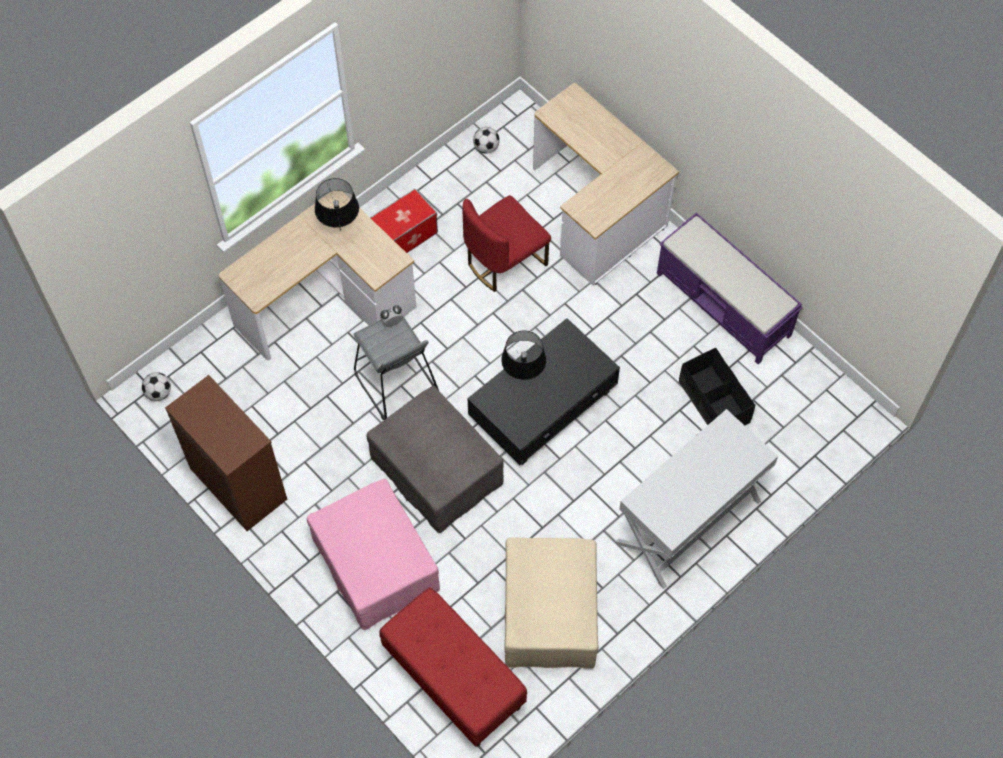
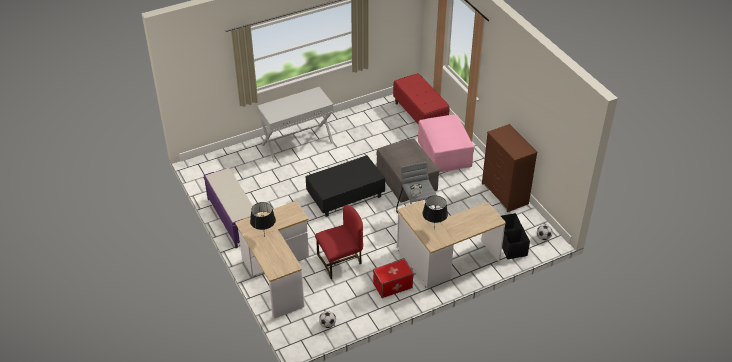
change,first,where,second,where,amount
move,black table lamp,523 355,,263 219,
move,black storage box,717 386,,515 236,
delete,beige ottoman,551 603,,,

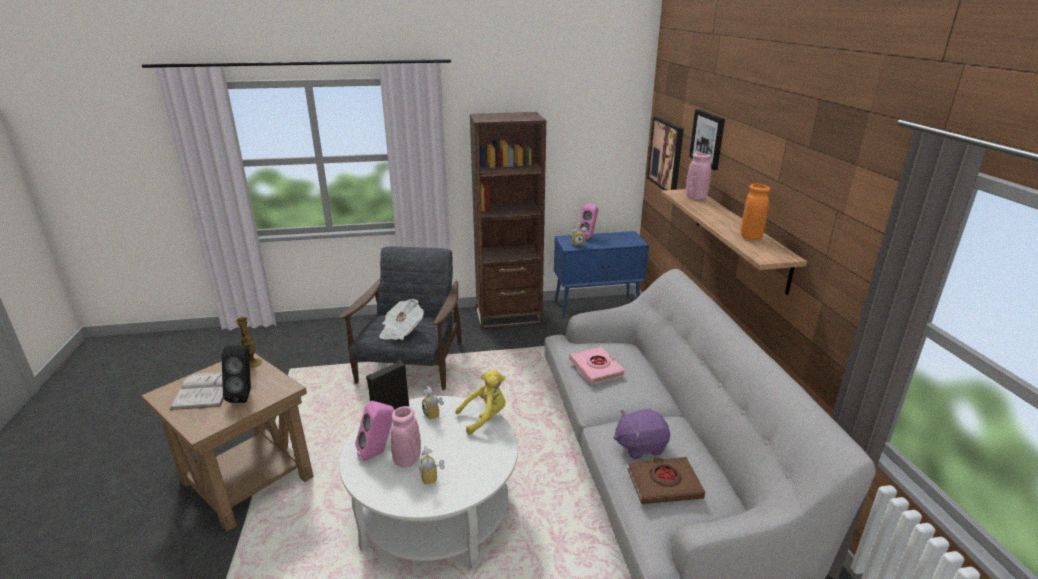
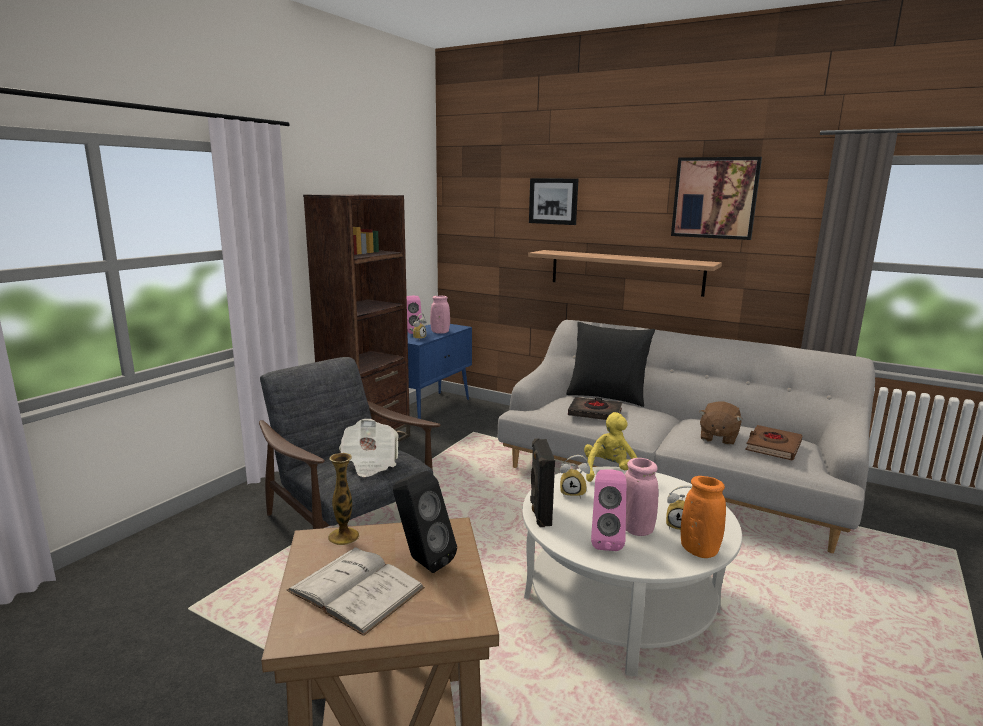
change,first,where,second,where,amount
move,pink vase,698 176,,440 315,
insert,,,black pillow,610 364,
recolor,pink book,597 366,black book,595 408,
move,picture,665 153,,716 198,
move,orange vase,755 212,,703 517,
recolor,purple plush toy,642 434,brown plush toy,720 423,

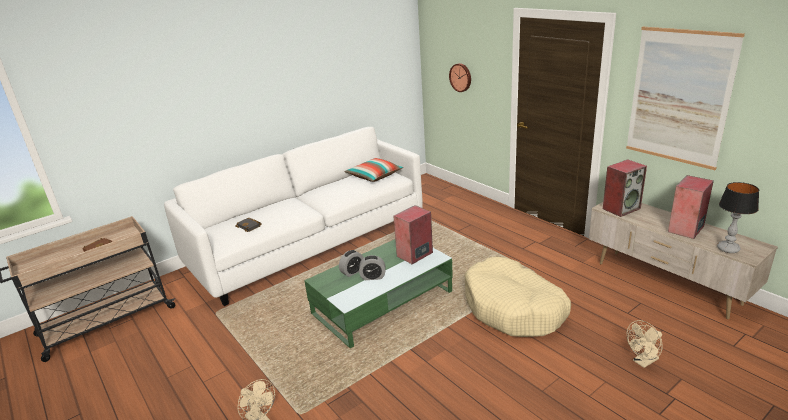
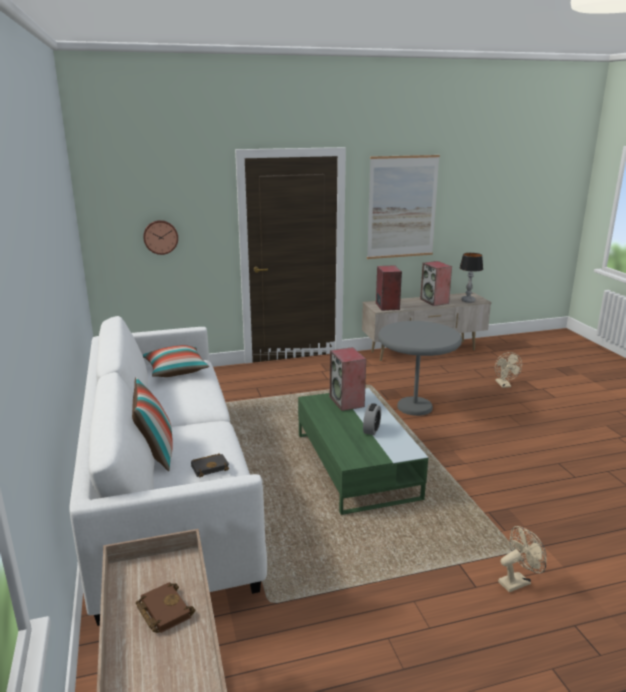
change,first,where,second,where,amount
insert,,,pillow,152 424,
replace,beige dog bed,517 297,grey side table,420 368,
delete,alarm clock,351 263,,,

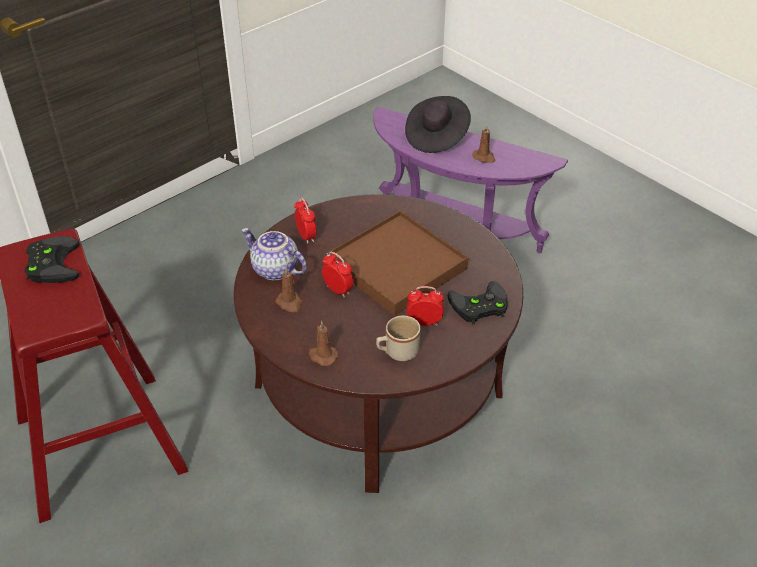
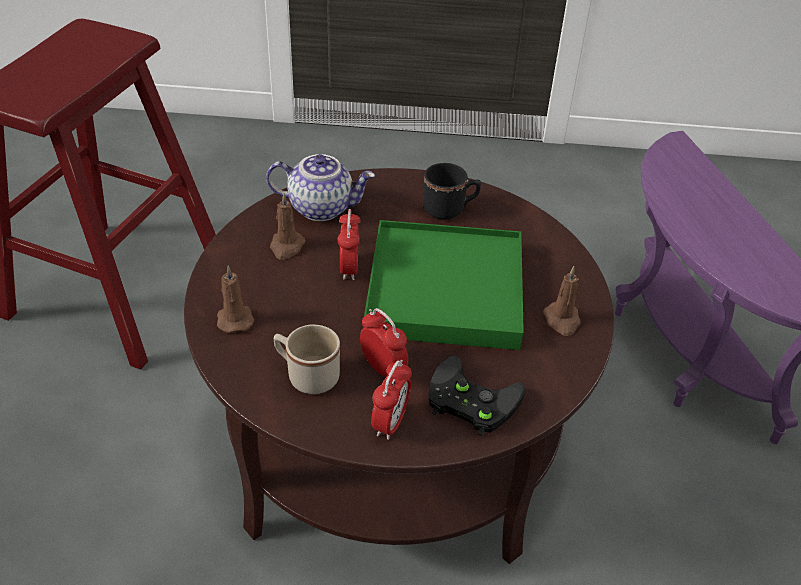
change,first,where,second,where,amount
rotate,teapot,274 254,,320 187,105 degrees clockwise
recolor,brown tray,397 263,green tray,443 285,
move,alarm clock,305 220,,391 400,
insert,,,black mug,452 191,
move,brown candle,484 143,,561 301,
delete,black game controller,52 259,,,
delete,black hat,438 124,,,

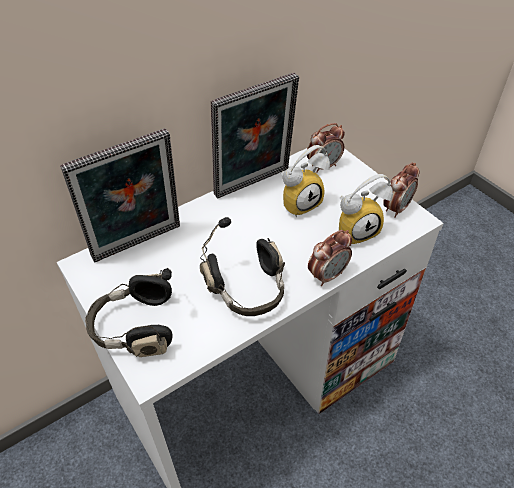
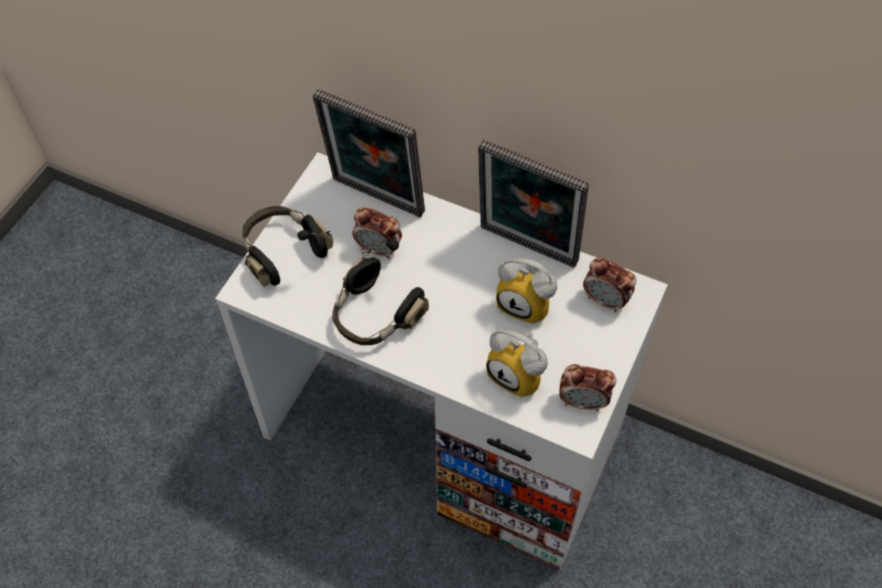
change,first,where,second,where,amount
move,alarm clock,330 258,,377 233,

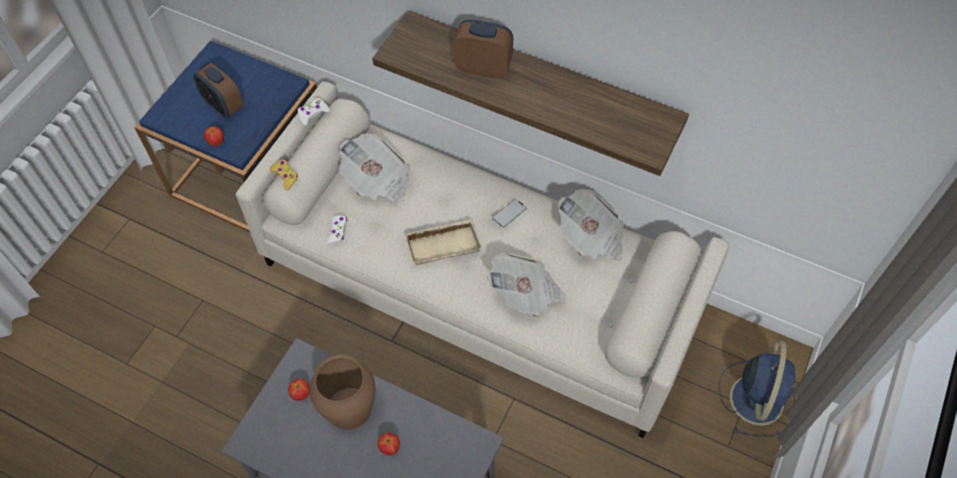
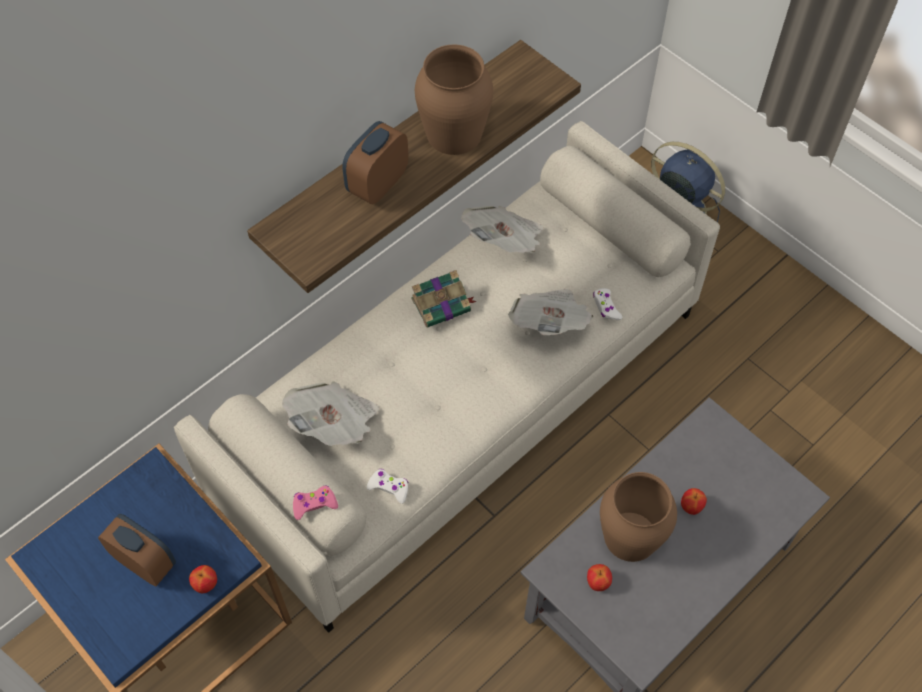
change,first,where,second,where,amount
rotate,alarm clock,218 90,,137 550,120 degrees counterclockwise
recolor,yellow game controller,284 175,pink game controller,315 503,
replace,phone,510 213,book,444 298,
insert,,,brown vase,454 99,
move,white game controller,313 111,,608 304,
delete,beige tray,443 242,,,

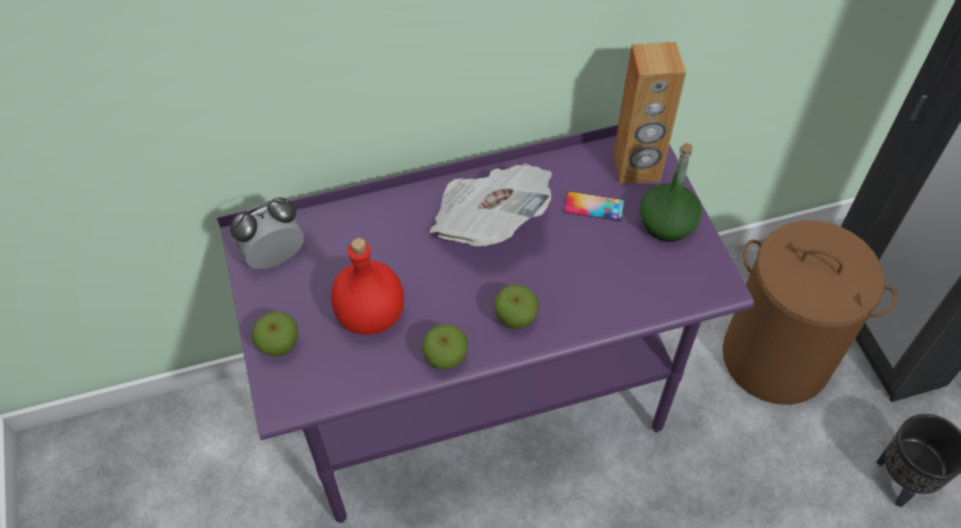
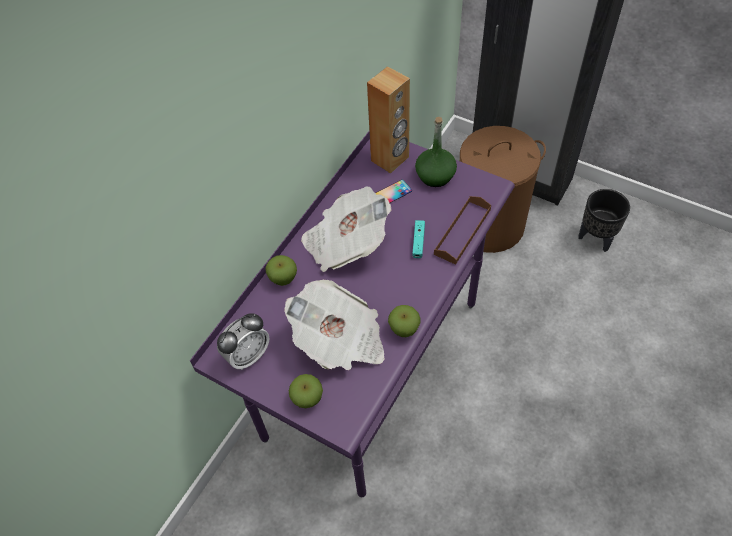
change,first,where,second,where,amount
rotate,alarm clock,267 233,,243 341,150 degrees counterclockwise
move,apple,516 306,,281 270,
replace,red bottle,367 286,newspaper,334 325,
insert,,,turquoise game controller,418 239,
insert,,,brown tray,462 230,

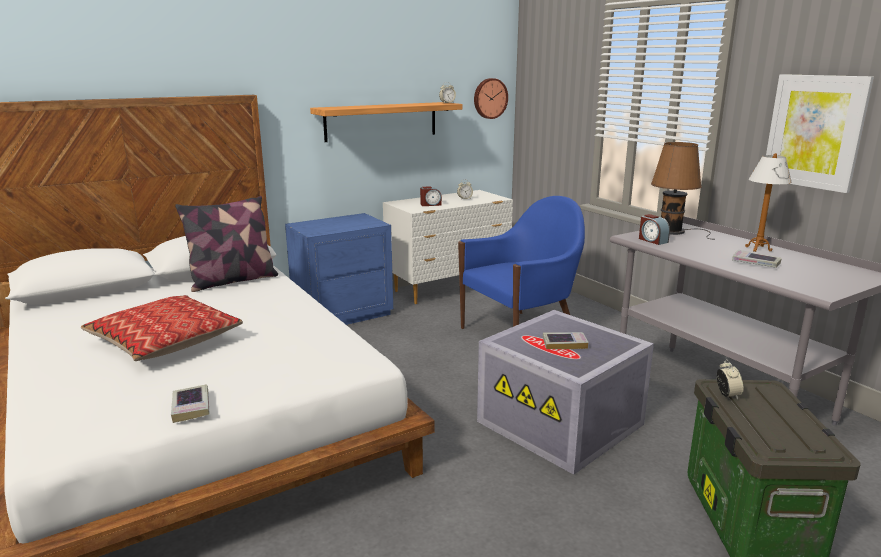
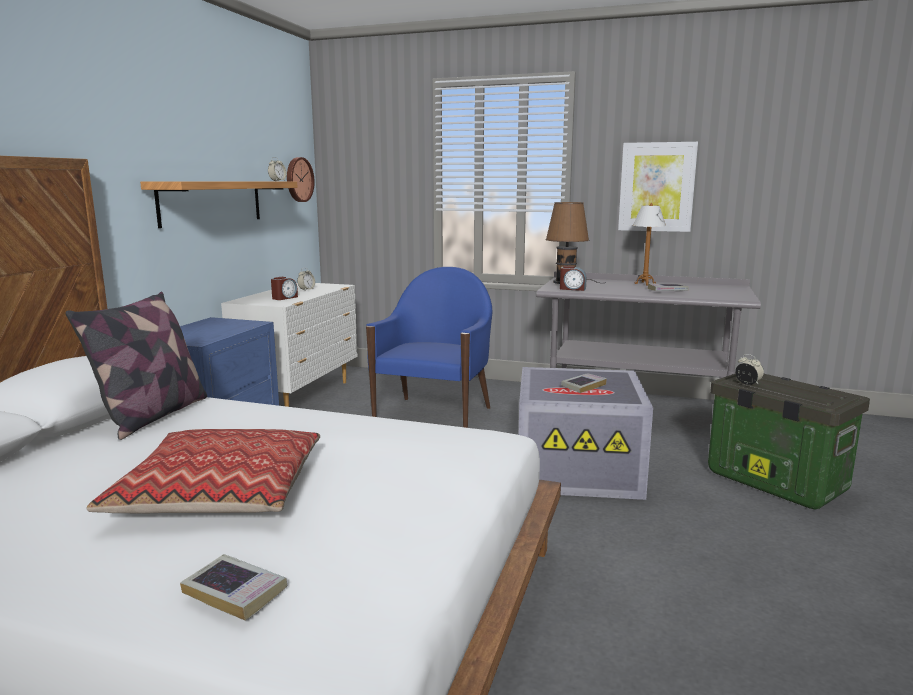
change,first,where,second,where,amount
move,book,190 403,,233 587,

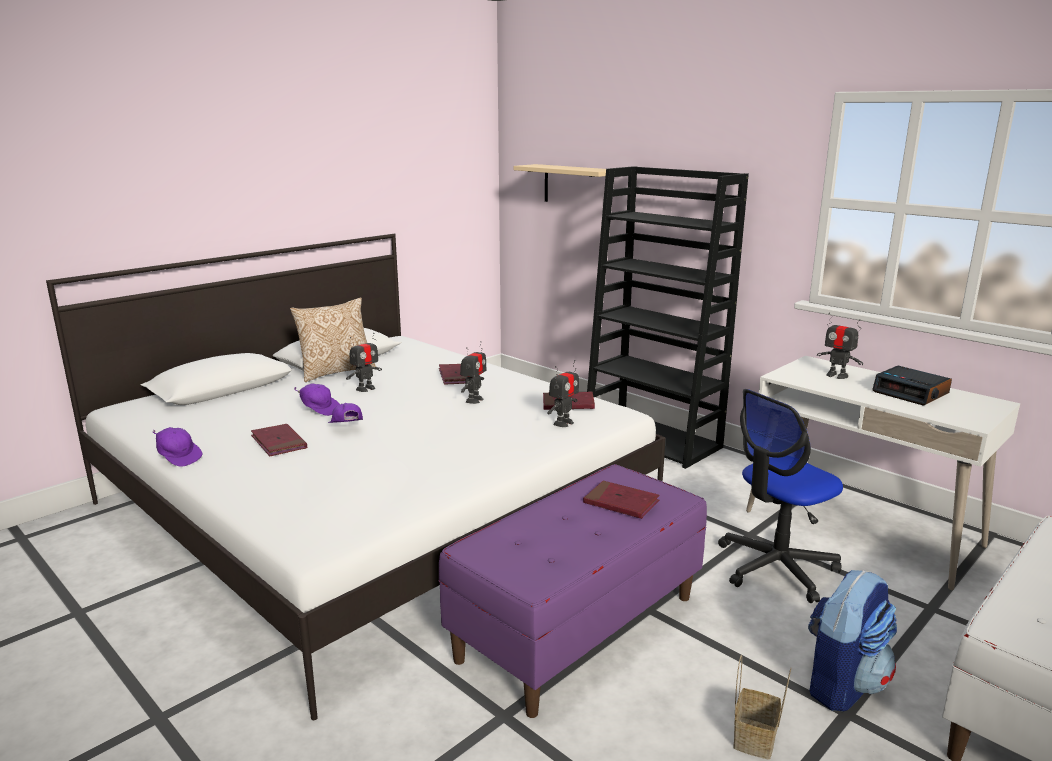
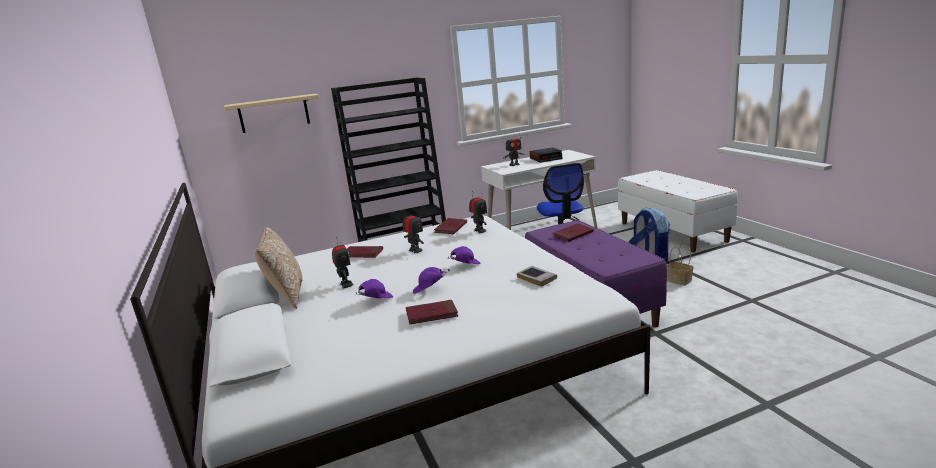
change,first,where,second,where,amount
move,purple cap,177 447,,464 255,
insert,,,book,537 276,

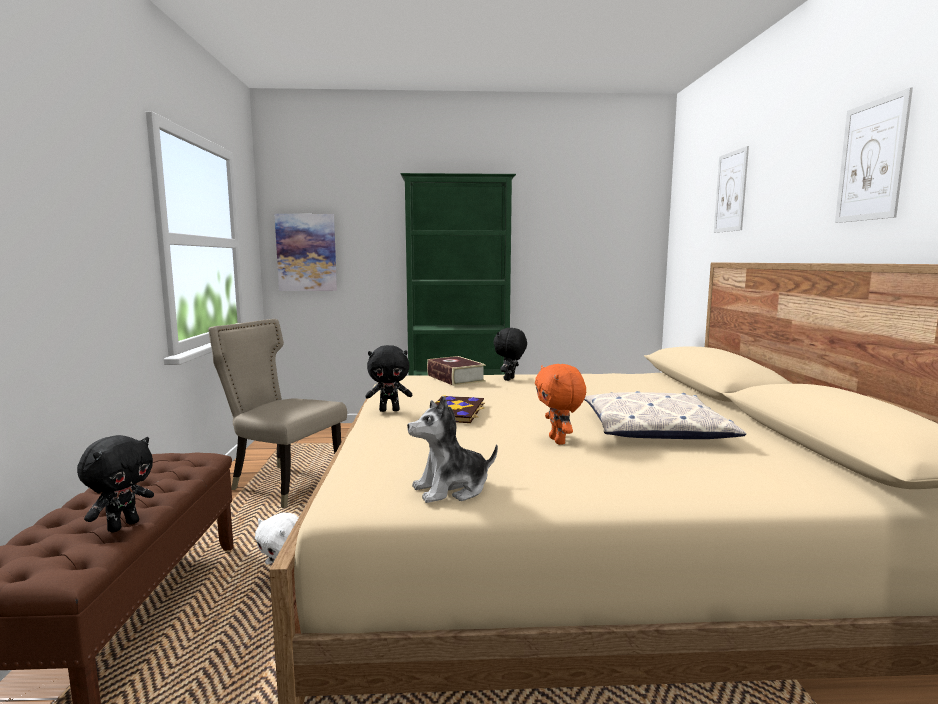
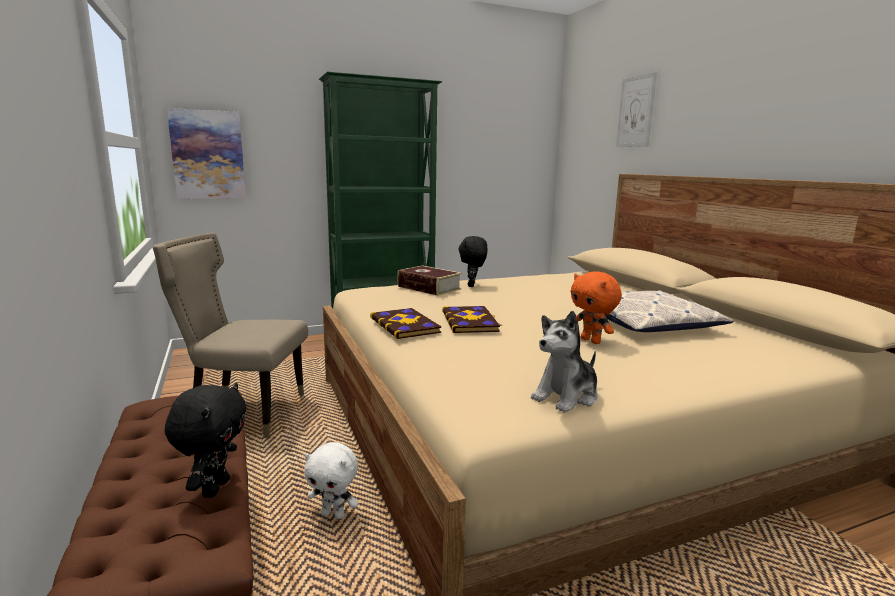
change,first,where,second,where,amount
replace,black plush toy,389 378,book,405 323,
delete,picture,874 155,,,

